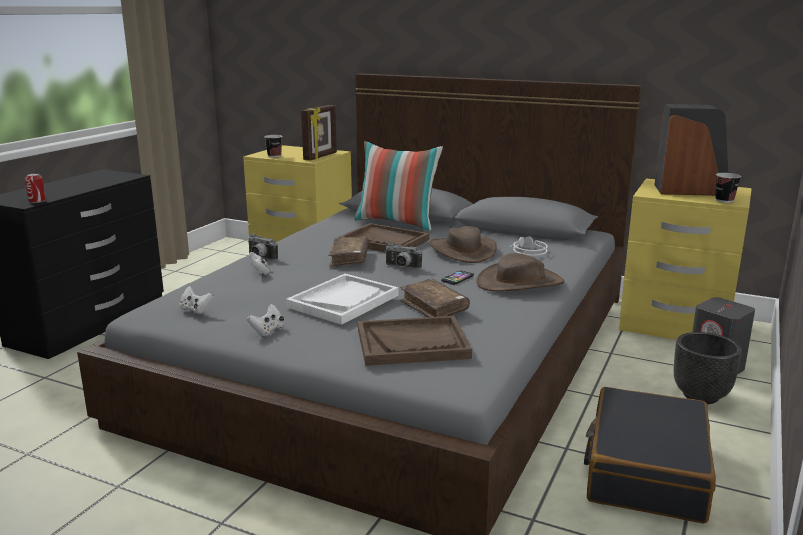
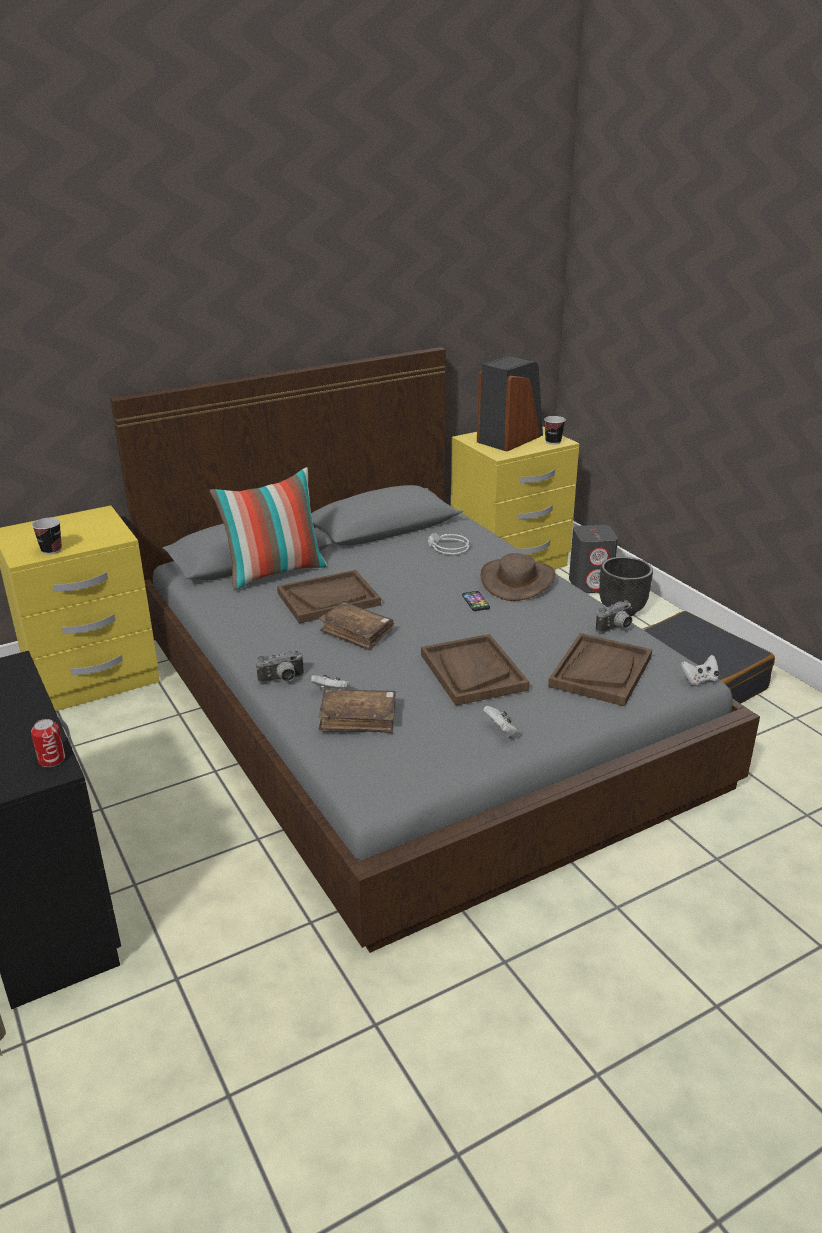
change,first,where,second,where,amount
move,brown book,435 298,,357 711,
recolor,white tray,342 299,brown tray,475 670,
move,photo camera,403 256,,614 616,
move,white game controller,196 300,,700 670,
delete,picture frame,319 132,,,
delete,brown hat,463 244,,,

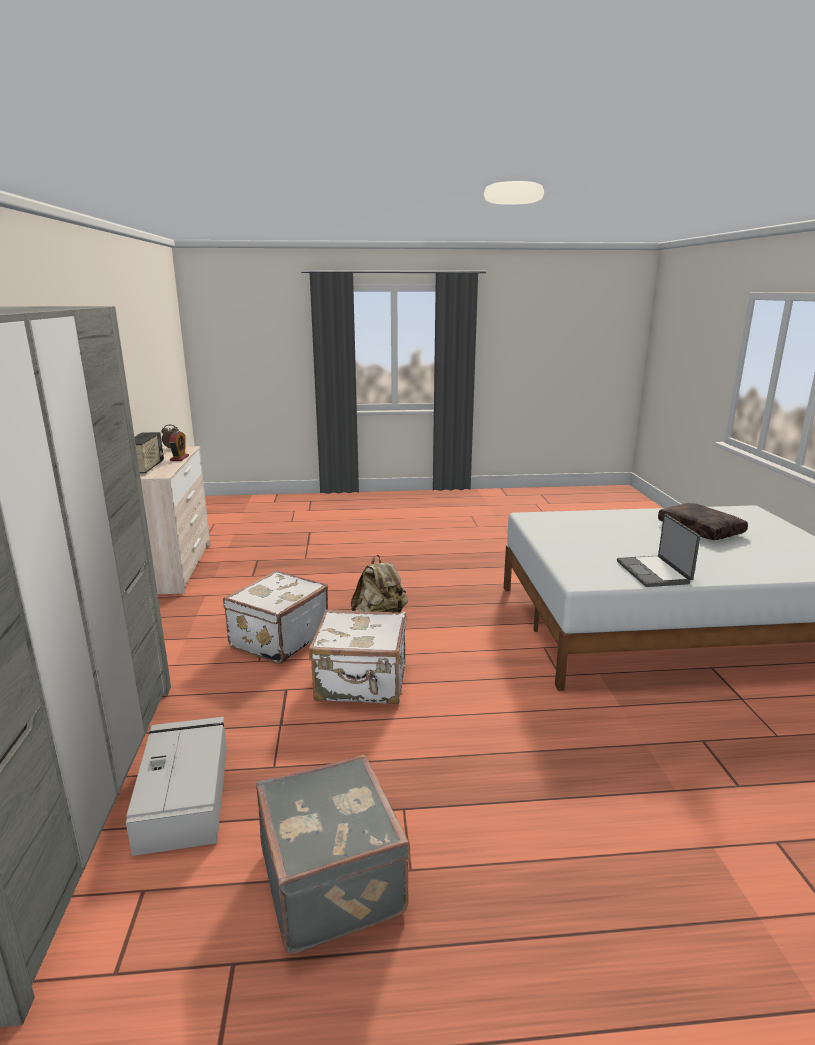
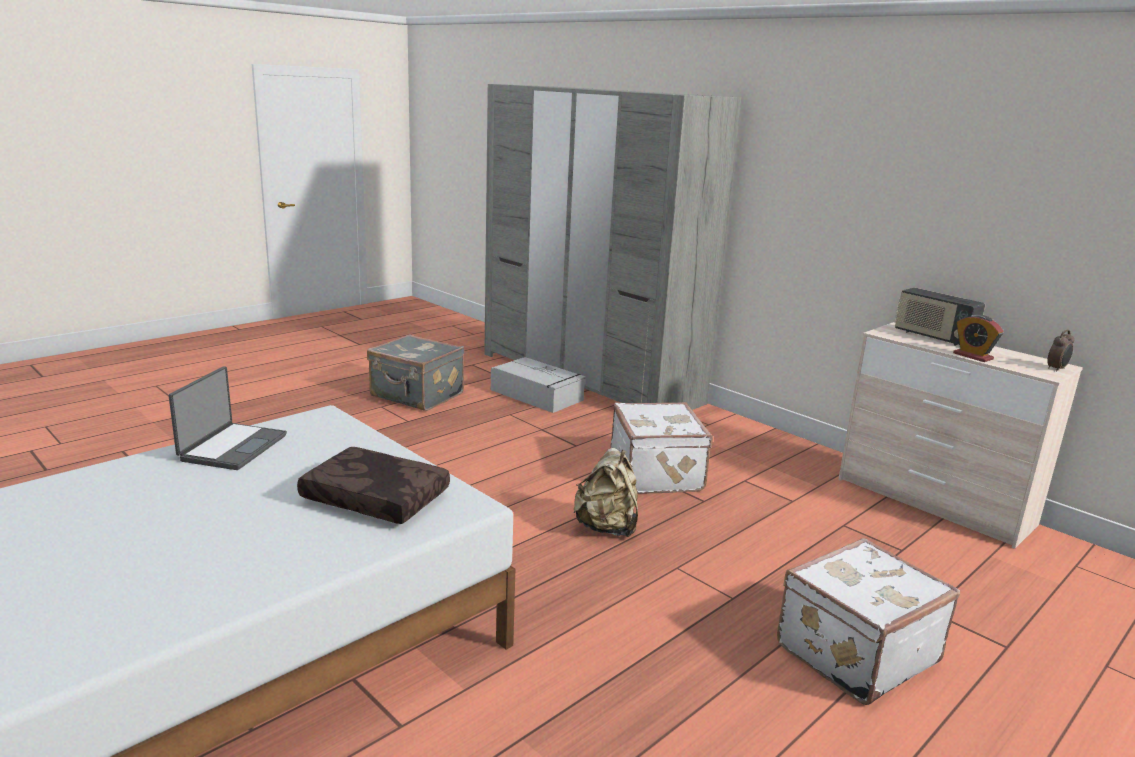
change,first,where,second,where,amount
rotate,laptop,658 550,,228 418,60 degrees clockwise
move,brown pillow,703 521,,373 485,
move,white suitcase,357 656,,868 621,

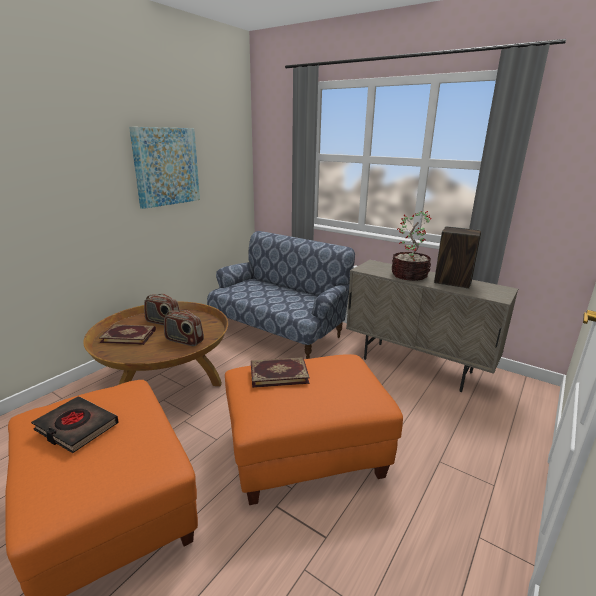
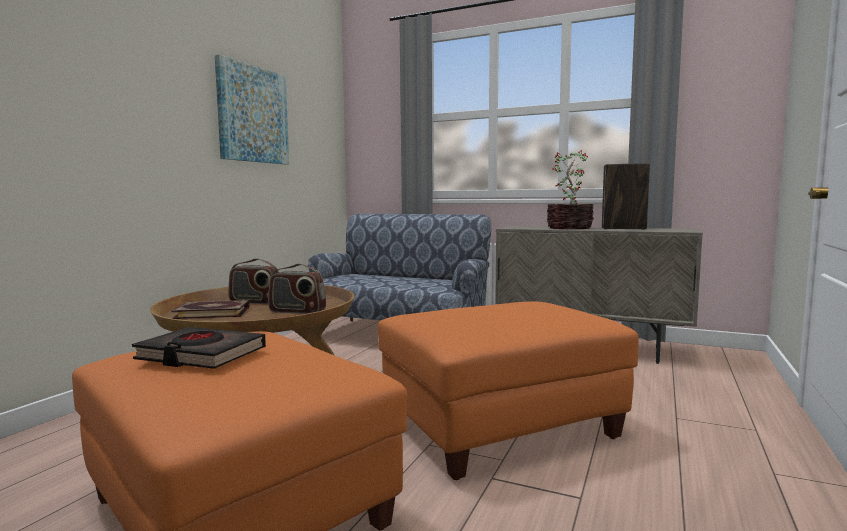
change,first,where,second,where,amount
delete,book,280 372,,,

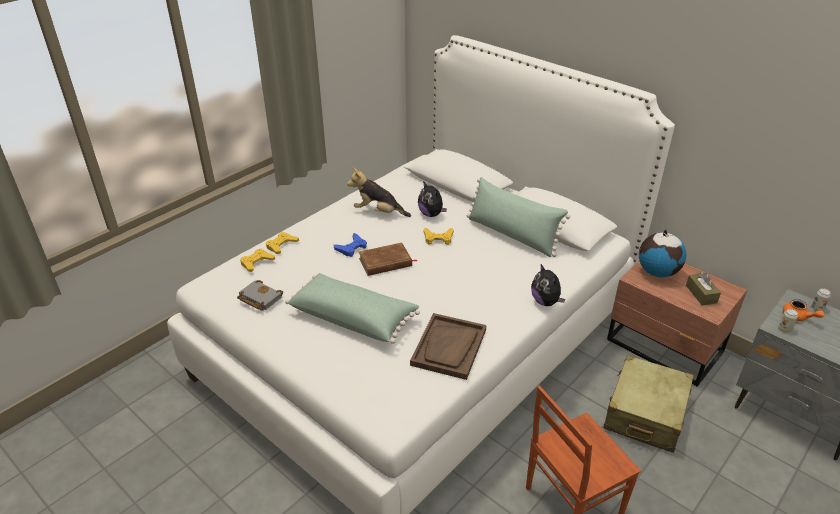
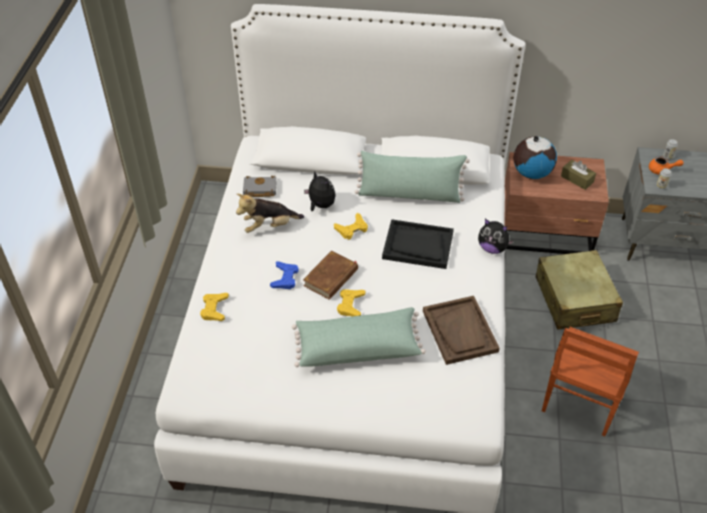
change,first,where,second,where,amount
move,grey book,260 295,,260 186,
rotate,plush toy,432 199,,320 191,150 degrees counterclockwise
move,yellow game controller,257 260,,351 302,
insert,,,black tray,418 244,

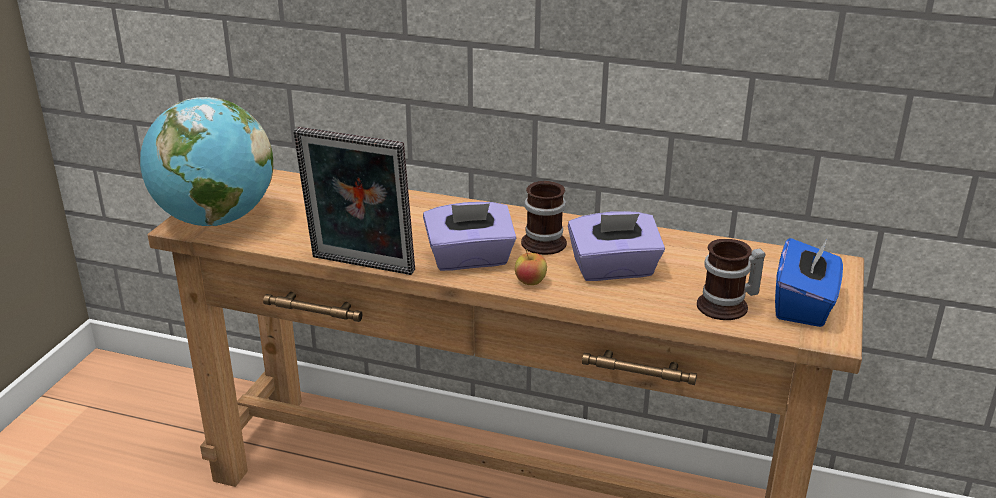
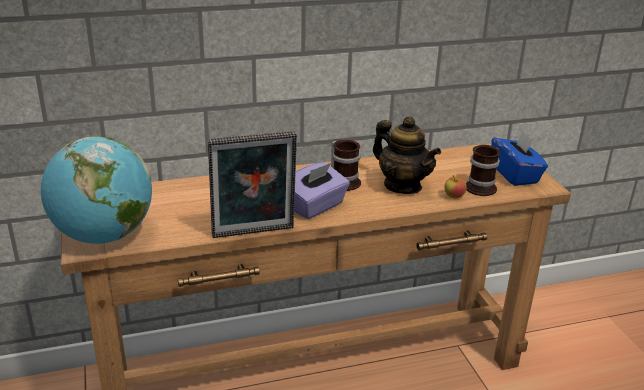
change,first,where,second,where,amount
replace,purple tissue box,616 246,teapot,407 155,
move,apple,531 267,,456 186,

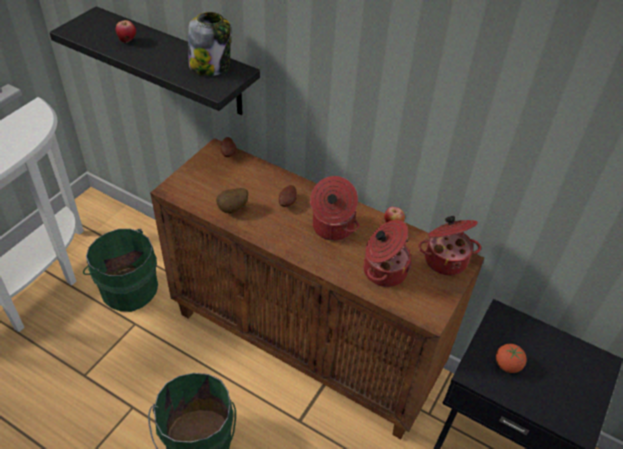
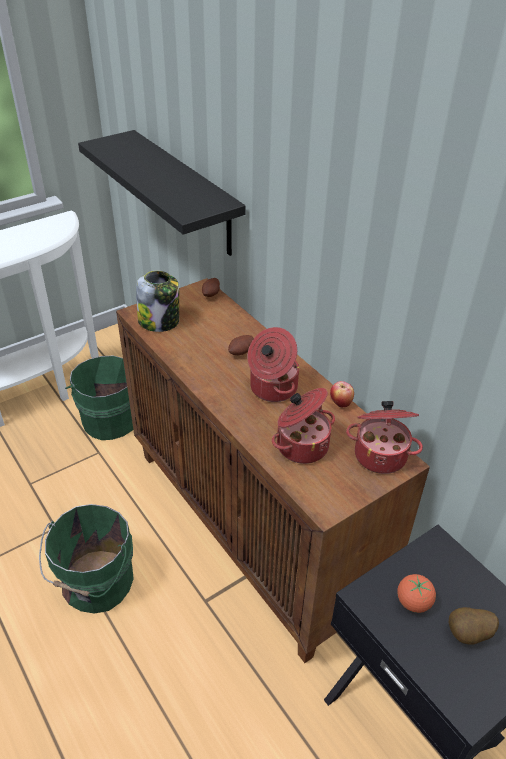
change,first,where,second,where,amount
move,jar,209 44,,157 301,
move,potato,232 200,,474 626,
delete,apple,126 31,,,

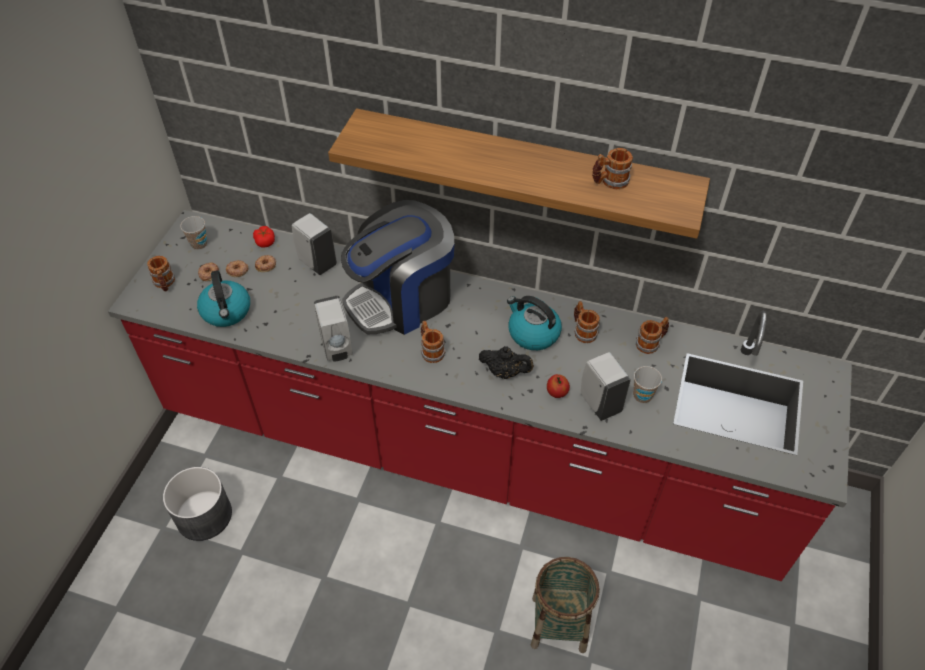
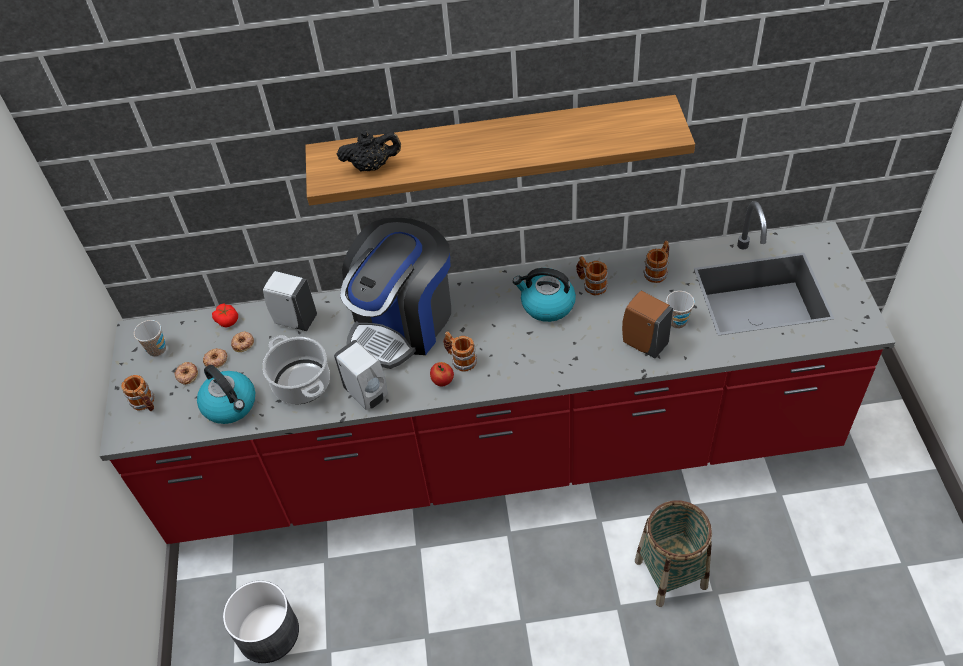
change,first,where,second,where,amount
insert,,,cooking pot,296 369,
move,black teapot,506 362,,369 150,
move,apple,558 386,,442 374,
recolor,white soap dispenser,606 386,brown soap dispenser,647 324,
delete,mug,612 168,,,

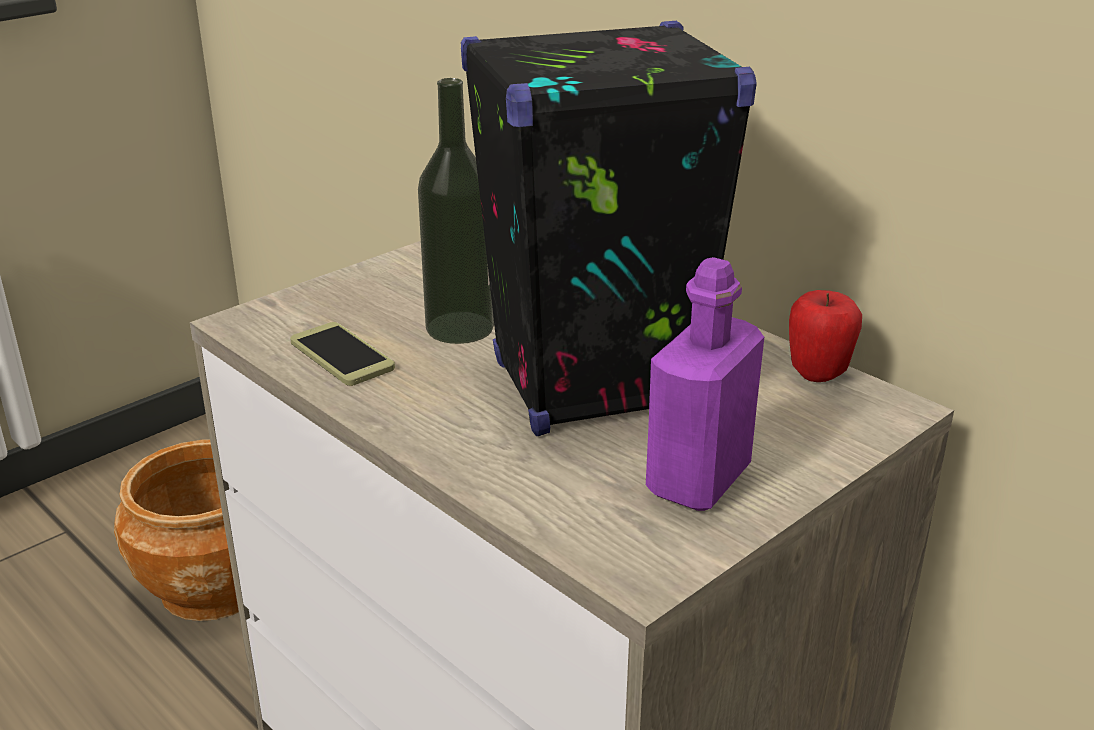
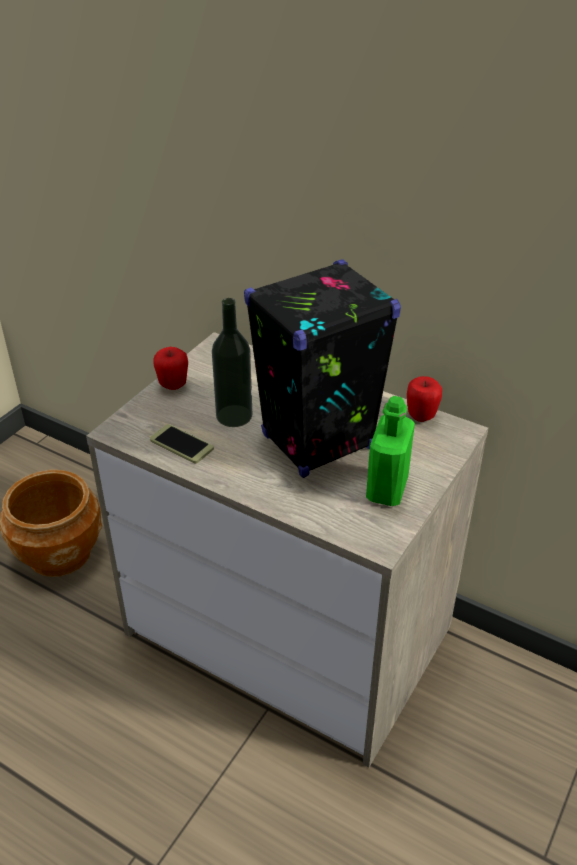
change,first,where,second,where,amount
insert,,,apple,170 368,
recolor,purple bottle,705 384,green bottle,390 451,

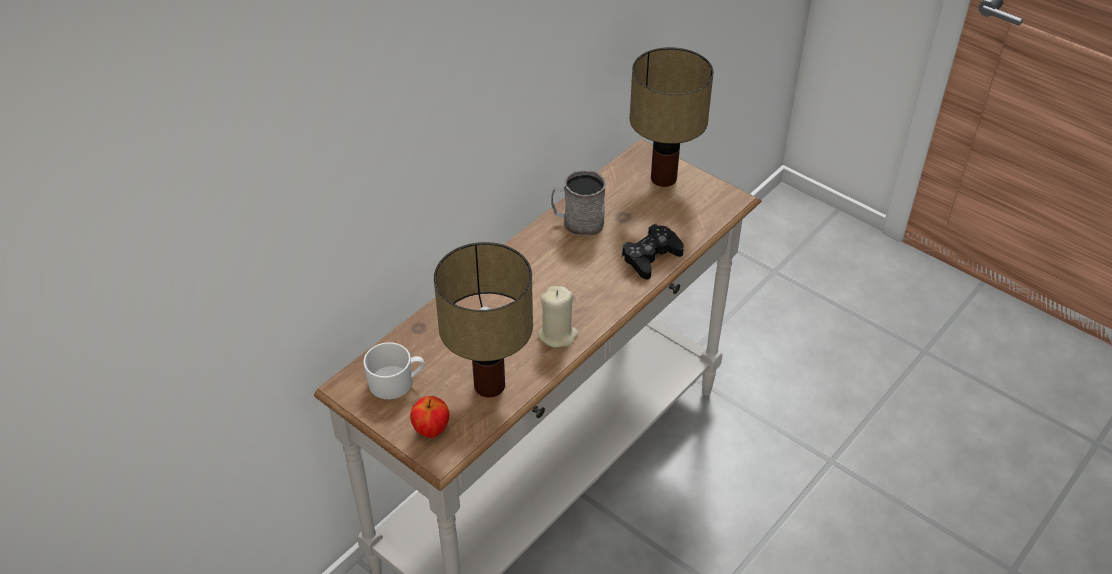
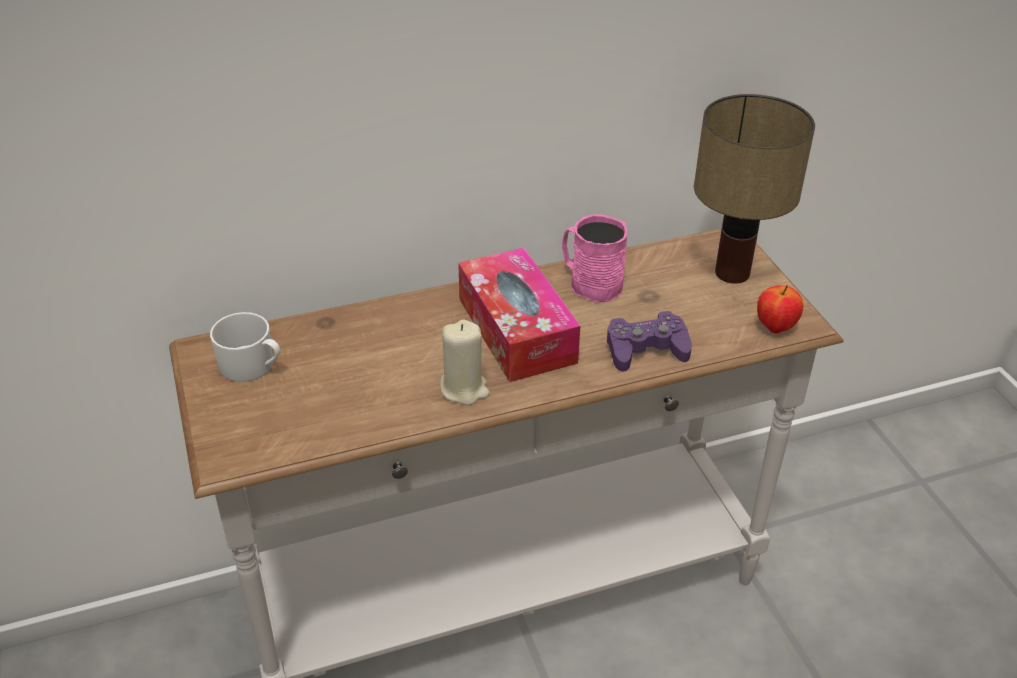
change,first,where,second,where,amount
insert,,,tissue box,519 315,
recolor,grey mug,578 203,pink mug,594 258,
recolor,black game controller,653 252,purple game controller,649 341,
move,apple,429 417,,780 309,
delete,table lamp,483 319,,,

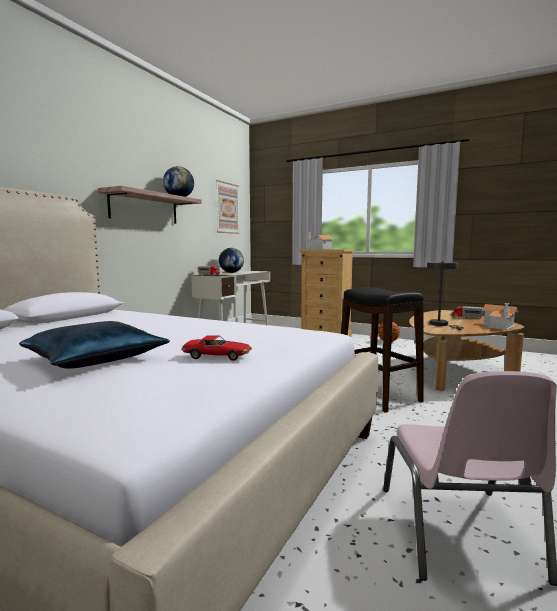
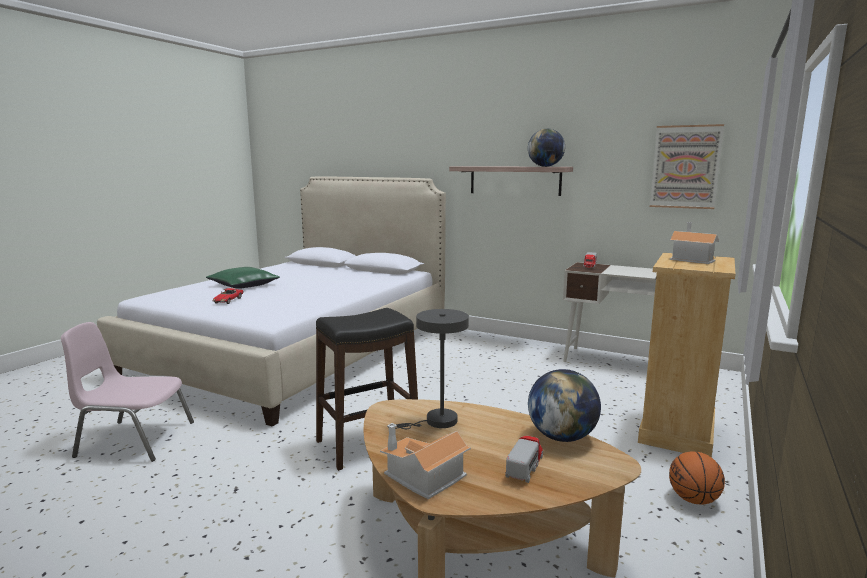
change,first,where,second,where,amount
recolor,blue pillow,94 345,green pillow,243 278,
move,globe,231 260,,564 405,

